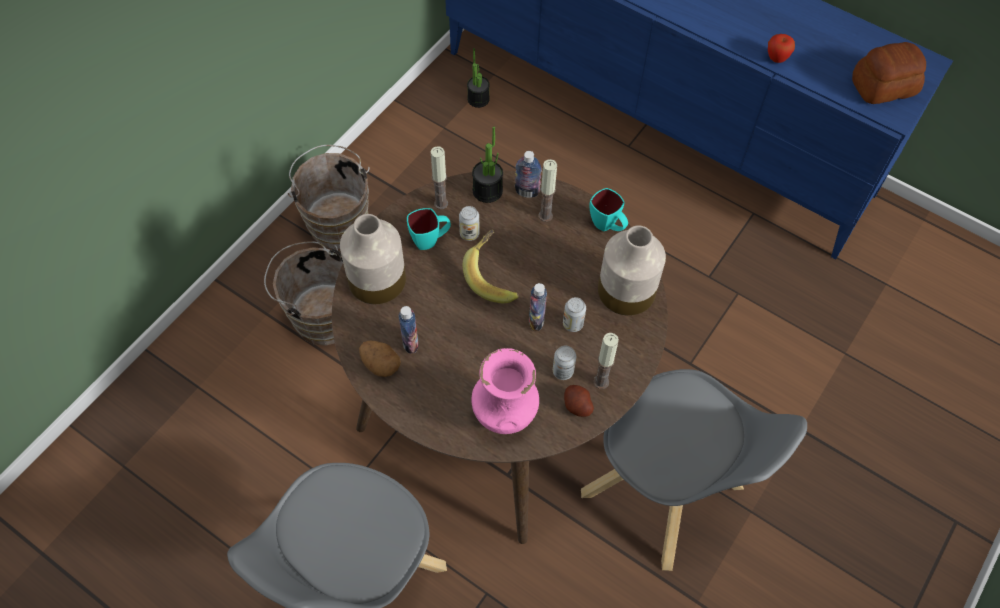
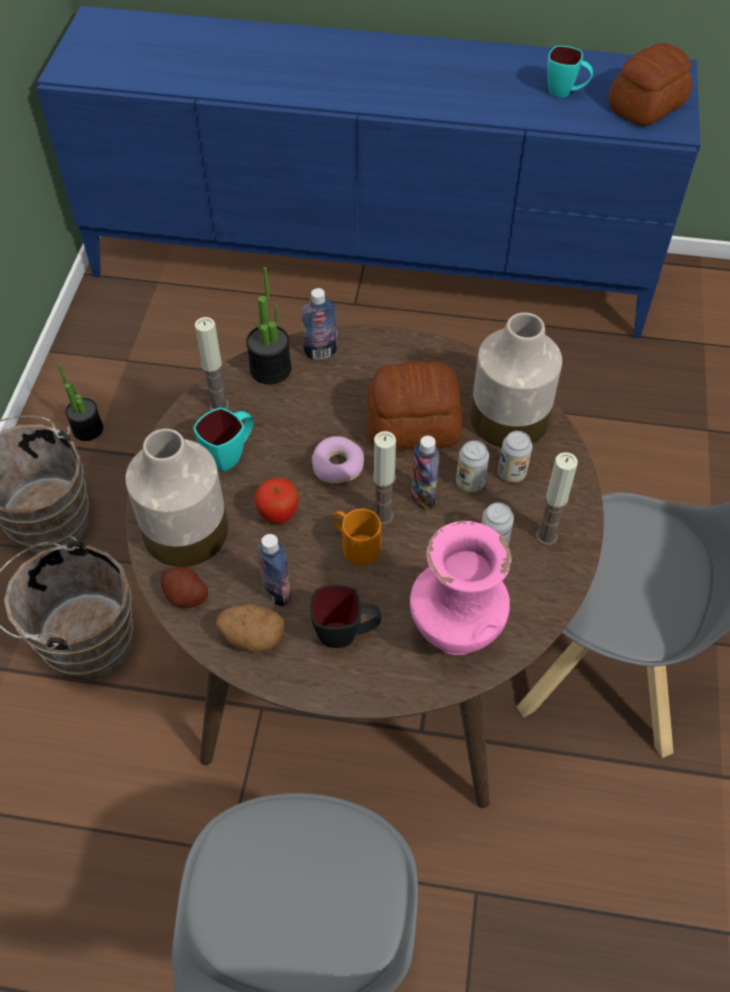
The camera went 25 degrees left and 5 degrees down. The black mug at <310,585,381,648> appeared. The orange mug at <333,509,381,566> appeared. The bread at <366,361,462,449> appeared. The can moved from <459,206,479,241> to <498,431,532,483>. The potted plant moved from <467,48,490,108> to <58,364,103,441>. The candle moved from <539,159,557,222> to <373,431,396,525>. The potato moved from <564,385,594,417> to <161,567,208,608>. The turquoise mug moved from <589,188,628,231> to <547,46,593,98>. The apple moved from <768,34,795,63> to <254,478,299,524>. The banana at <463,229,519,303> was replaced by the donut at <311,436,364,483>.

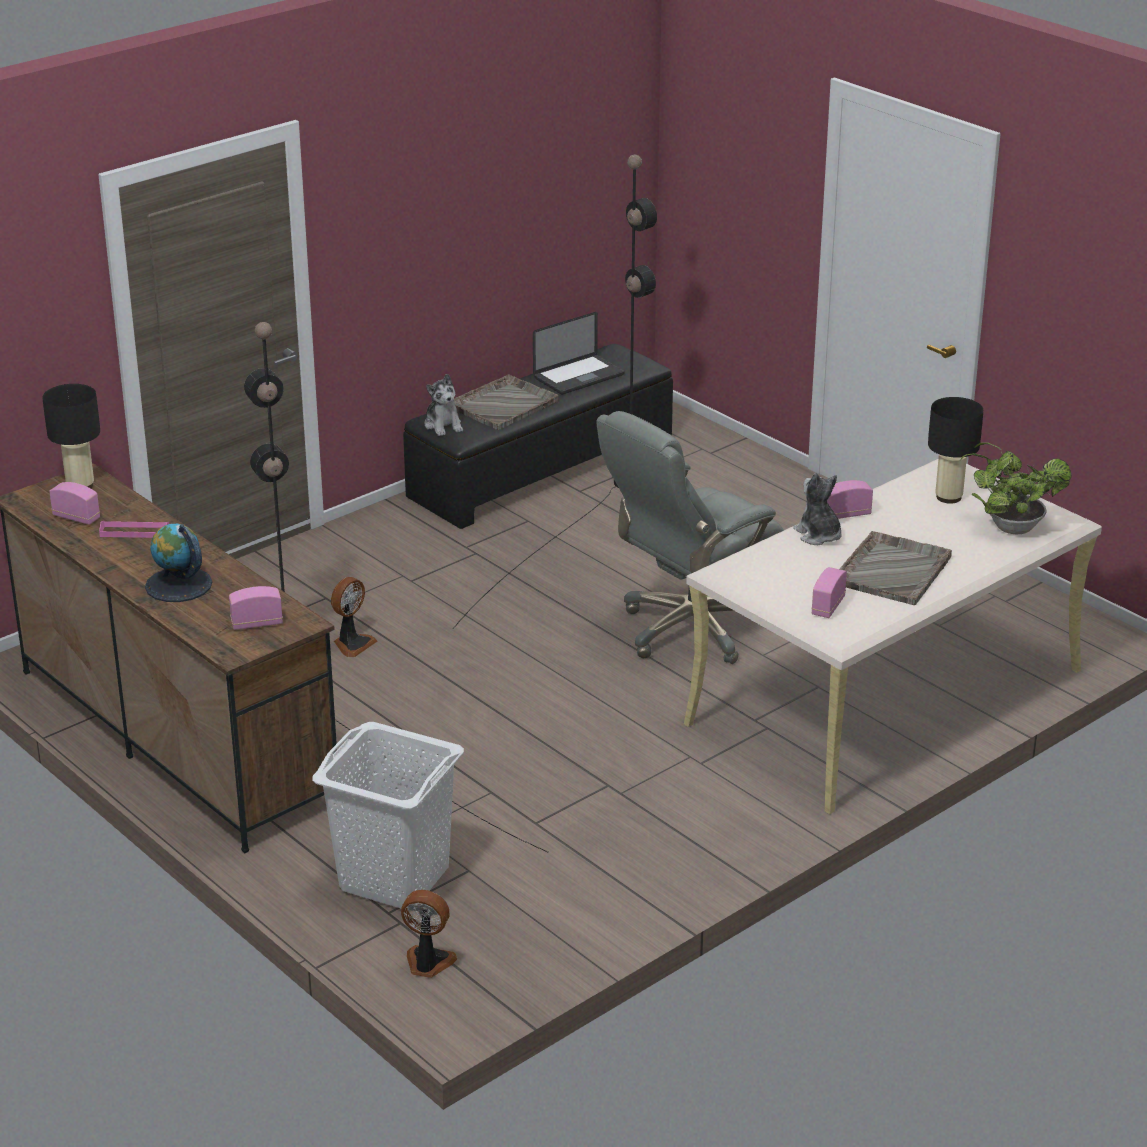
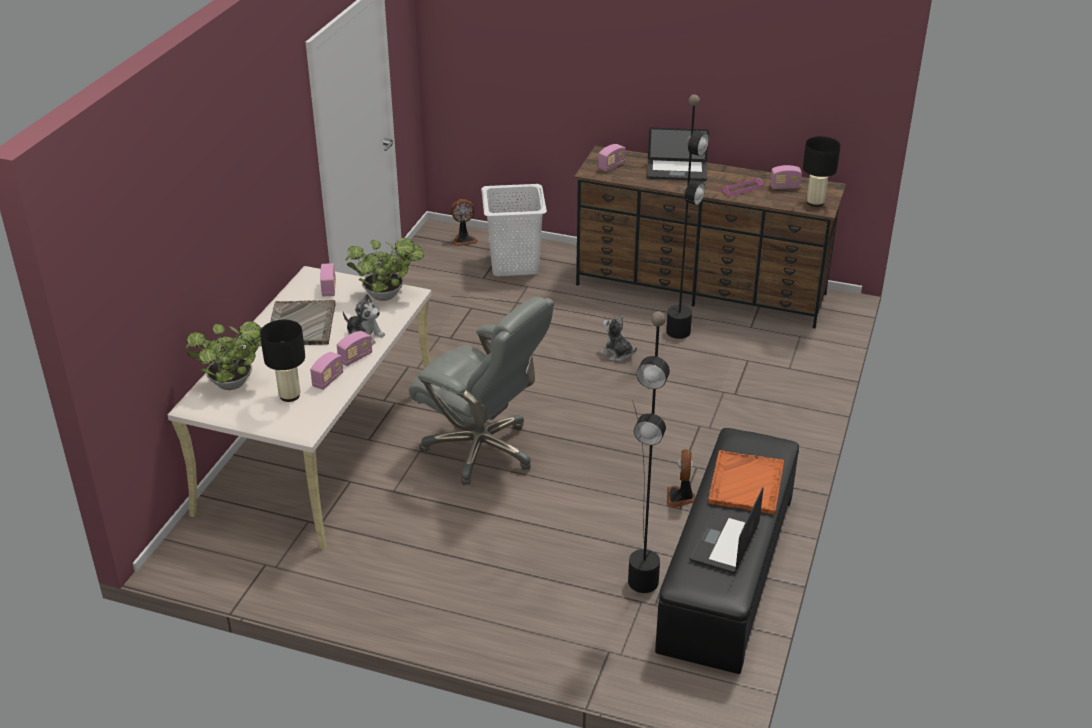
The camera went 150 degrees right and 5 degrees up. The radio at <310,352,343,390> appeared. The potted plant at <346,238,424,301> appeared. The fan moved from <331,577,377,657> to <667,449,695,508>. The plush toy moved from <425,374,463,436> to <600,315,637,362>. The globe at <145,523,212,602> was replaced by the laptop at <647,128,709,181>. The grey tray at <454,374,559,430> became the orange tray at <708,450,784,515>. The grey office chair at <596,411,784,664> turned 105 degrees clockwise.

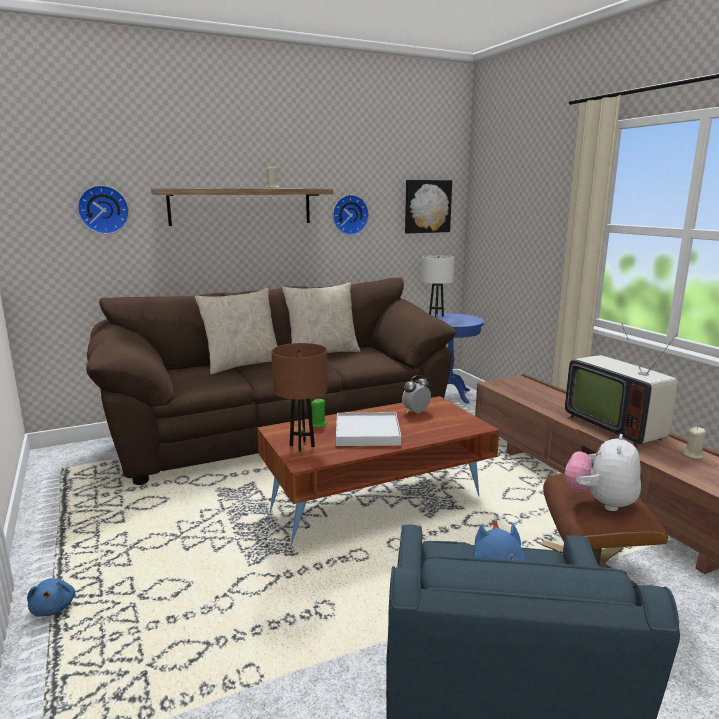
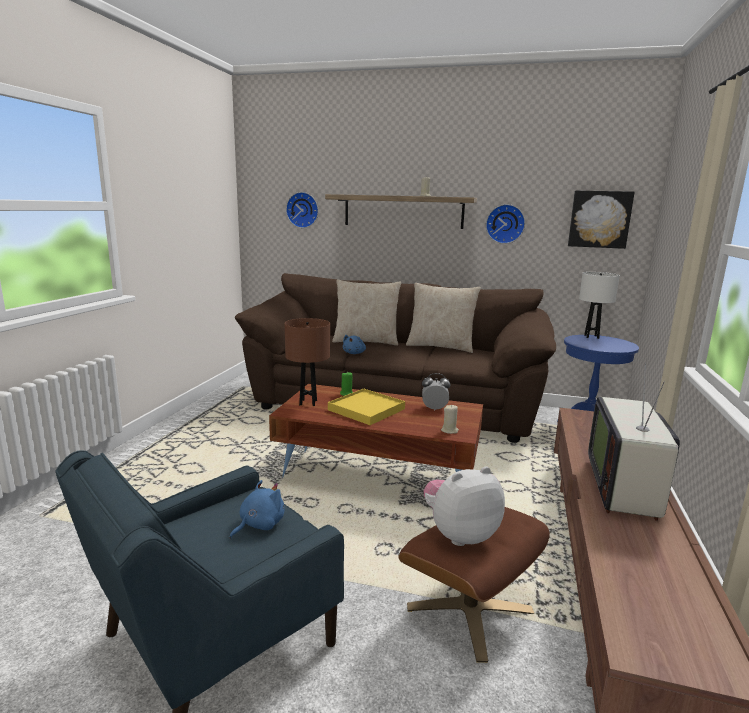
The camera went 40 degrees right and 0 degrees up. The blue plush toy moved from <27,578,75,617> to <343,335,366,354>. The beige candle moved from <683,427,706,459> to <441,404,459,434>. The white tray at <336,412,401,446> became the yellow tray at <328,389,405,425>.

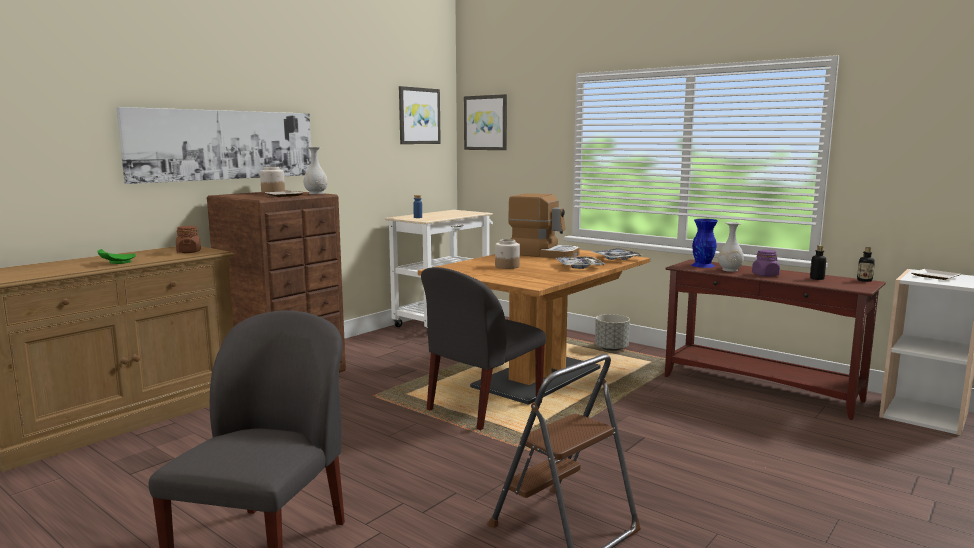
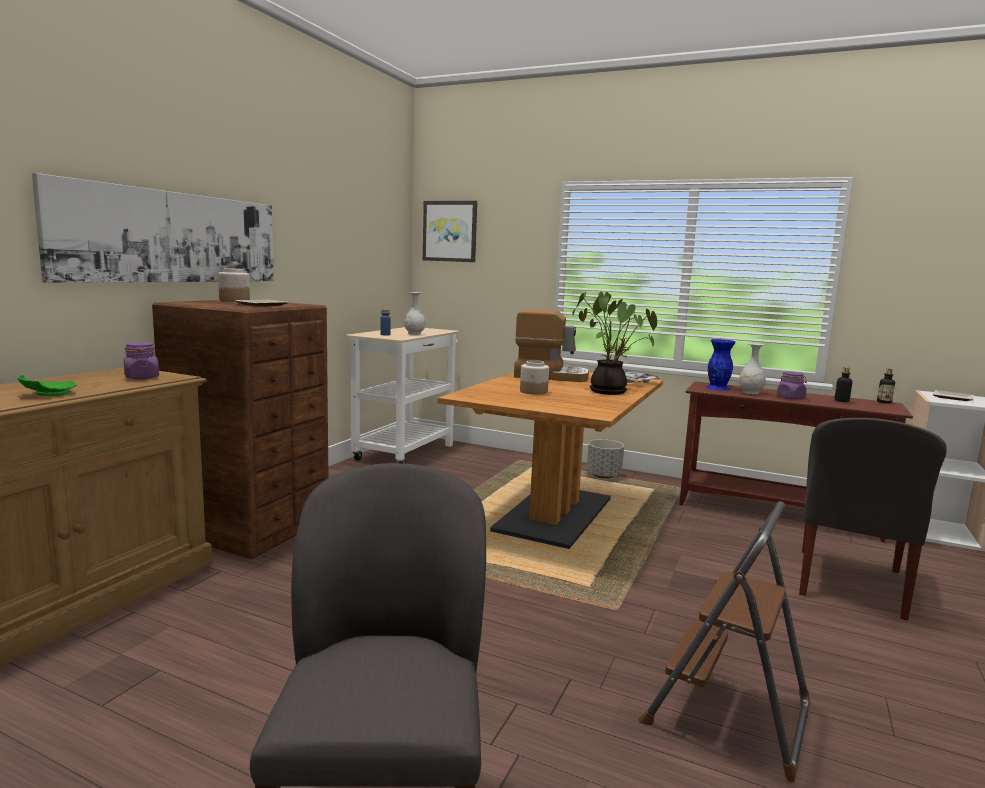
The camera went 15 degrees left and 0 degrees up. The picture at <399,86,441,144> disappeared. The white vase moved from <303,147,328,194> to <404,292,426,335>. The grey chair moved from <421,267,546,430> to <799,418,947,621>. The tray at <556,256,606,269> was replaced by the potted plant at <572,292,657,395>. The brown jar at <176,226,201,253> became the purple jar at <124,342,159,379>.

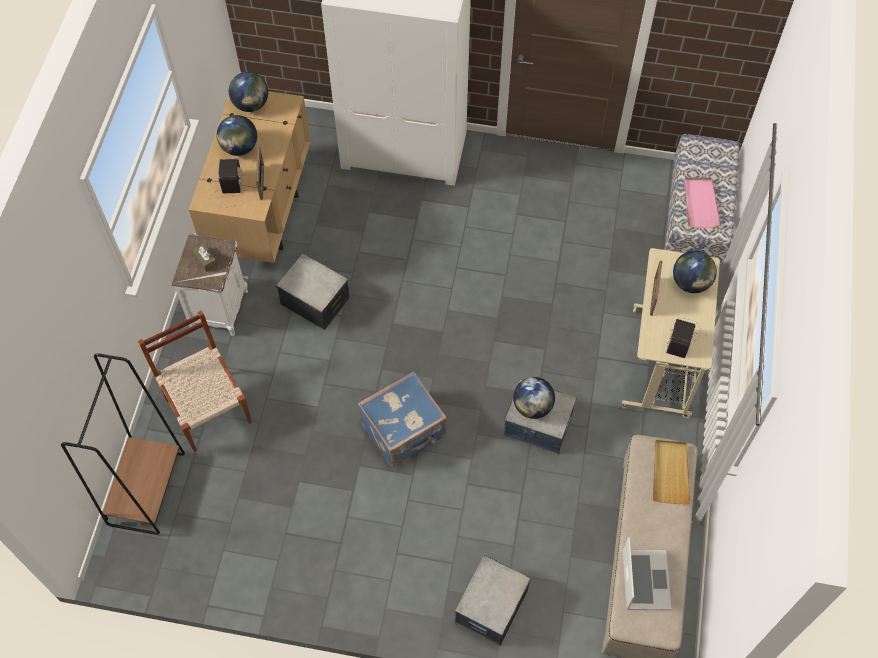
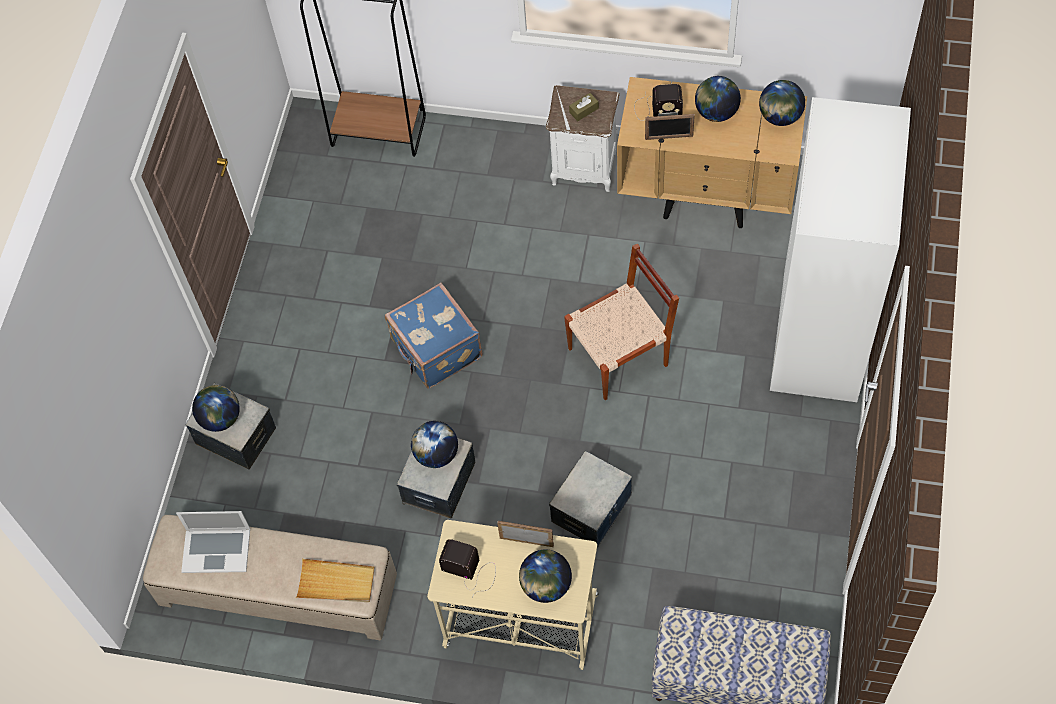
The camera went 95 degrees right and 0 degrees up. The pink tray at <684,178,721,228> disappeared. The globe at <192,385,240,432> appeared. The chair moved from <138,310,252,452> to <564,244,679,400>. The storage box moved from <276,254,350,330> to <549,451,632,547>.

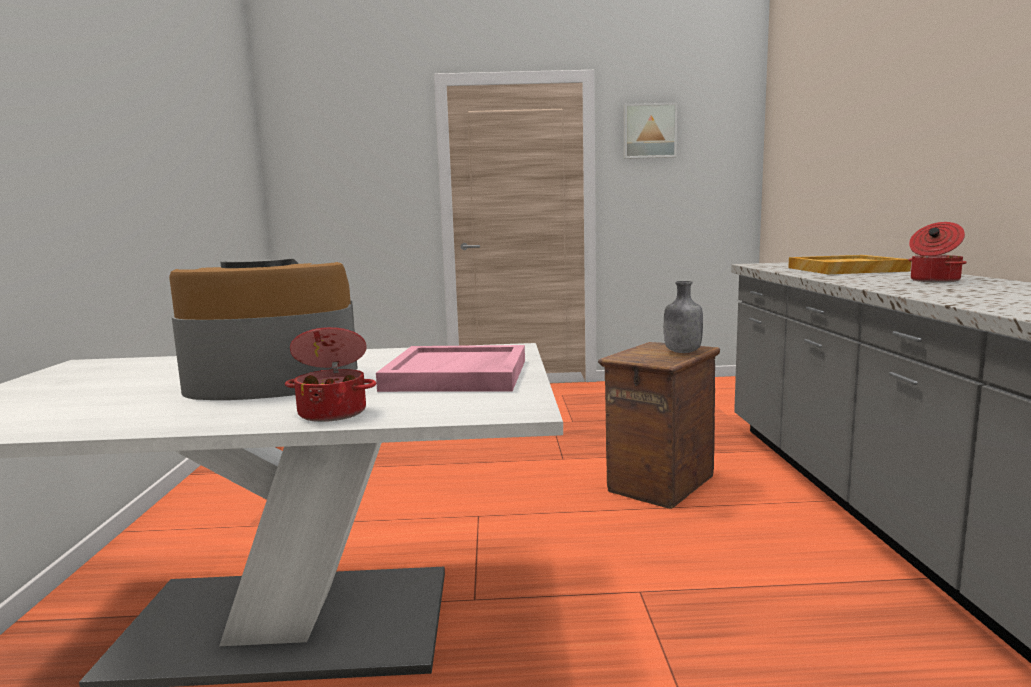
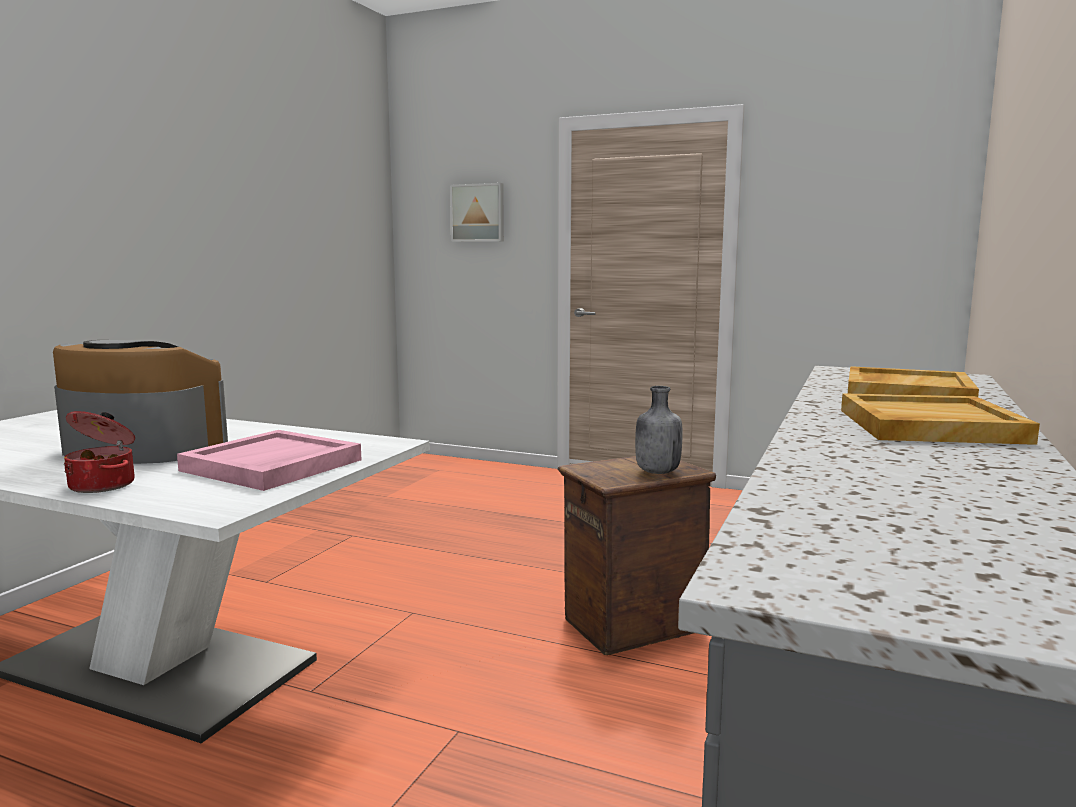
The camera went 25 degrees right and 0 degrees up. The picture moved from <624,103,677,159> to <450,183,504,242>. The cooking pot at <909,222,967,282> was replaced by the beige tray at <841,393,1040,445>.

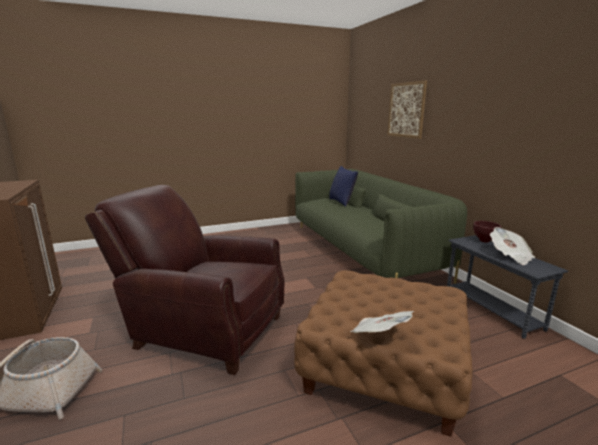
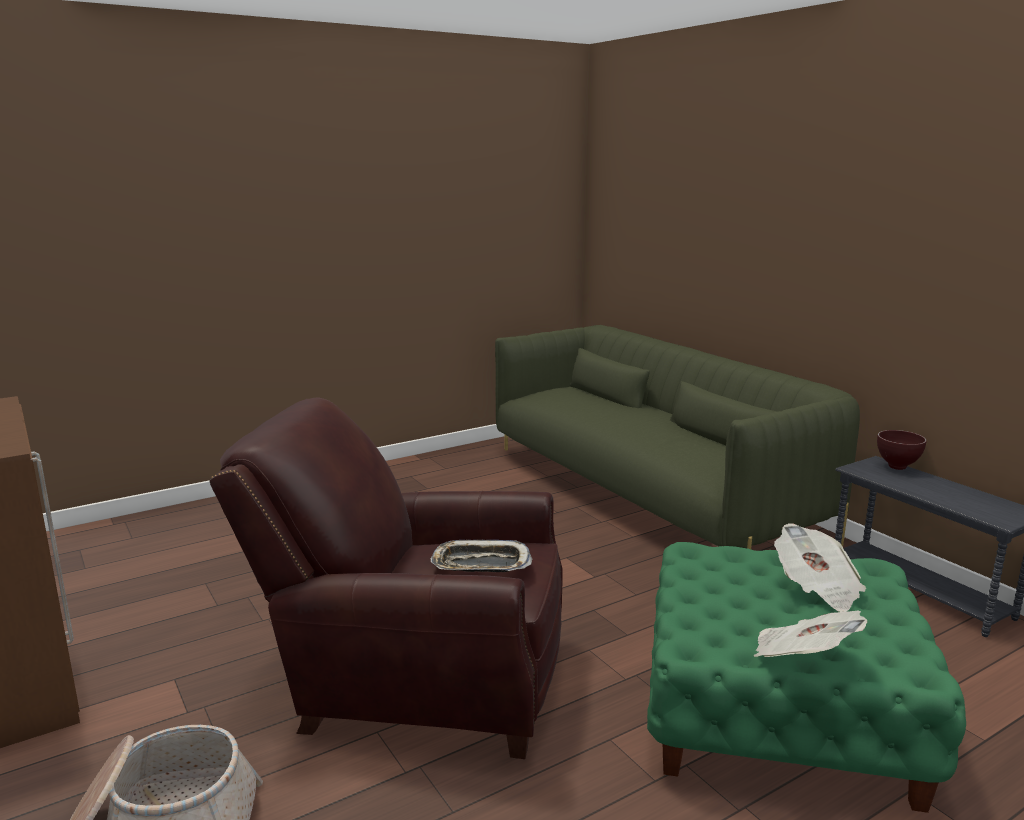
The camera went 10 degrees left and 0 degrees up. The blue pillow at <330,166,358,207> disappeared. The picture at <387,81,427,139> disappeared. The tray at <430,540,532,572> appeared. The newspaper moved from <490,227,535,265> to <774,523,866,612>. The brown ottoman at <294,270,472,437> became the green ottoman at <647,542,966,813>.

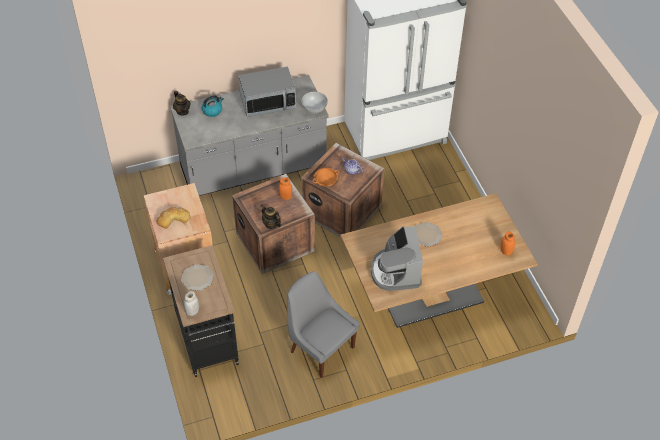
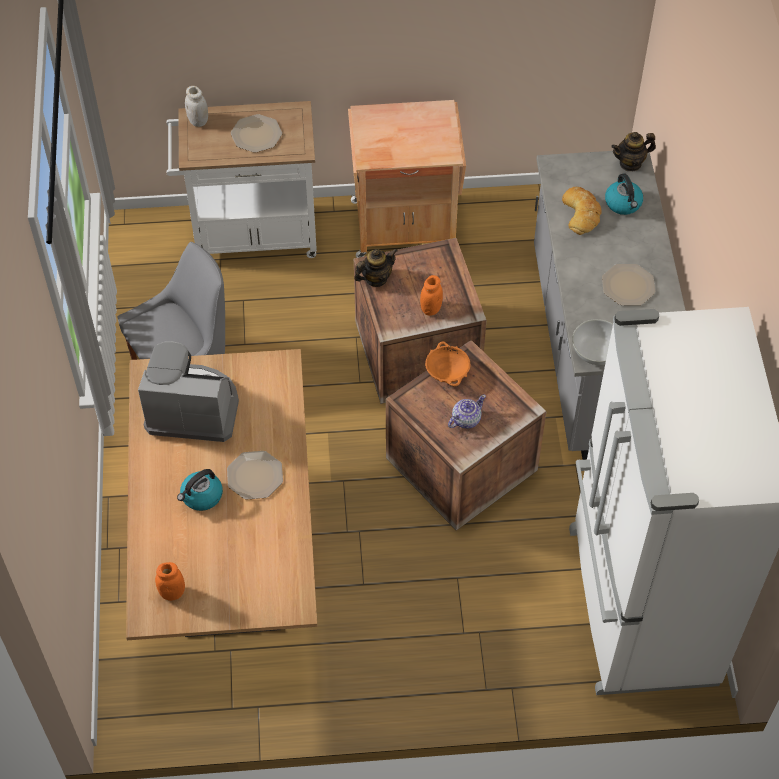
The camera went 105 degrees right and 5 degrees up. The kettle at <177,469,223,511> appeared. The bread moved from <156,207,191,229> to <562,187,601,235>. The microwave at <239,67,296,117> was replaced by the plate at <602,264,655,305>. The black cart at <163,245,239,377> became the white cart at <166,101,317,258>.

